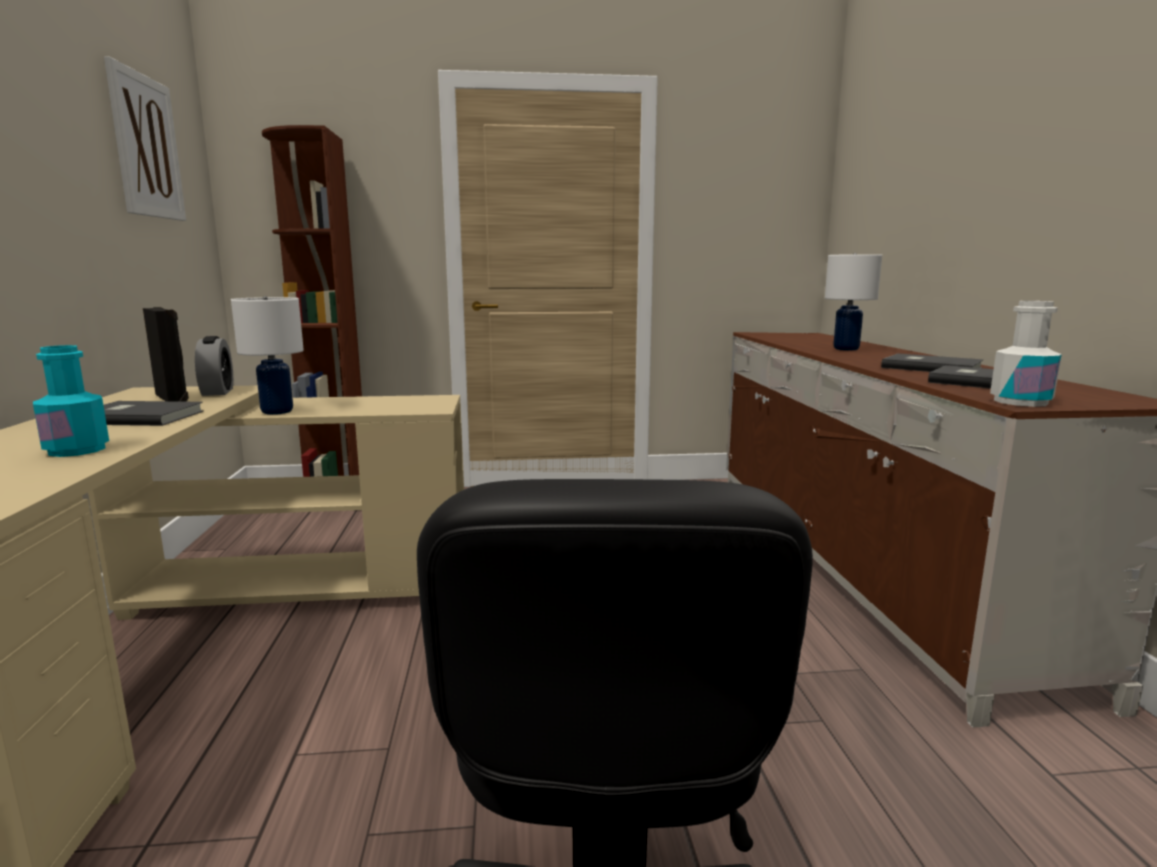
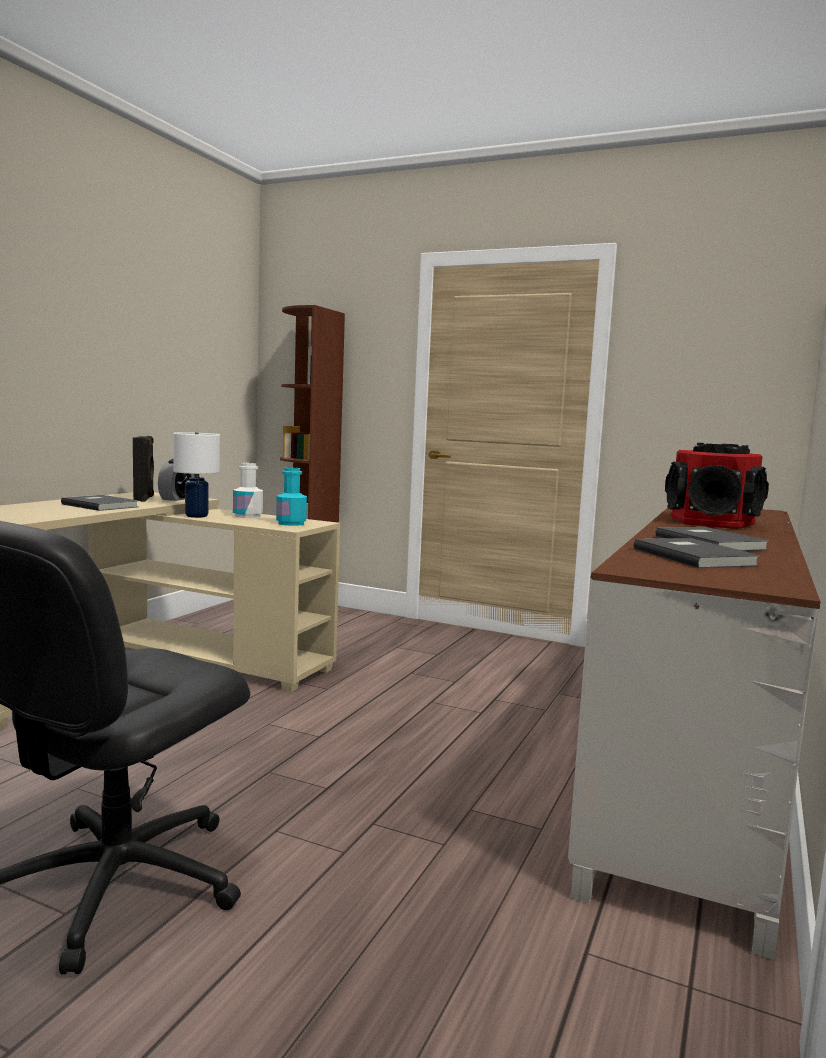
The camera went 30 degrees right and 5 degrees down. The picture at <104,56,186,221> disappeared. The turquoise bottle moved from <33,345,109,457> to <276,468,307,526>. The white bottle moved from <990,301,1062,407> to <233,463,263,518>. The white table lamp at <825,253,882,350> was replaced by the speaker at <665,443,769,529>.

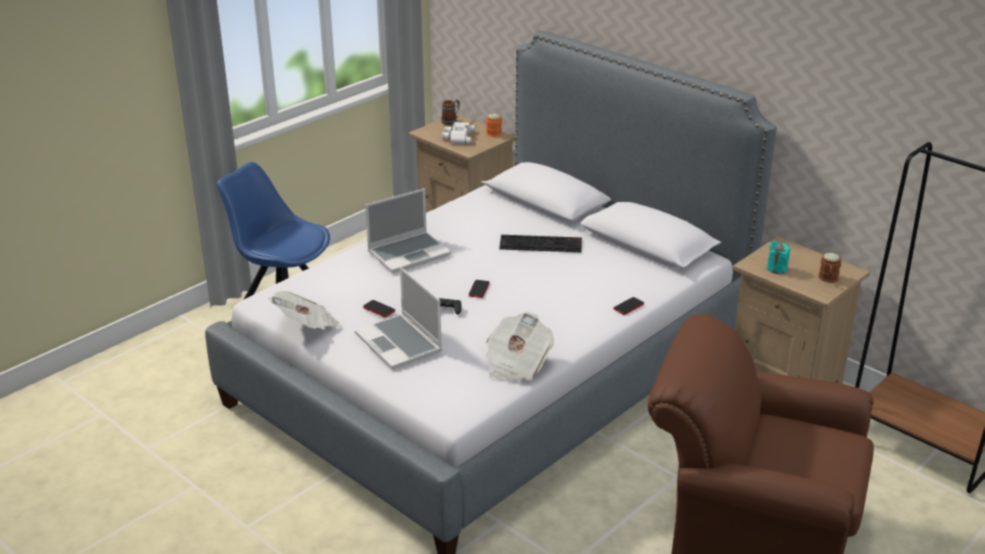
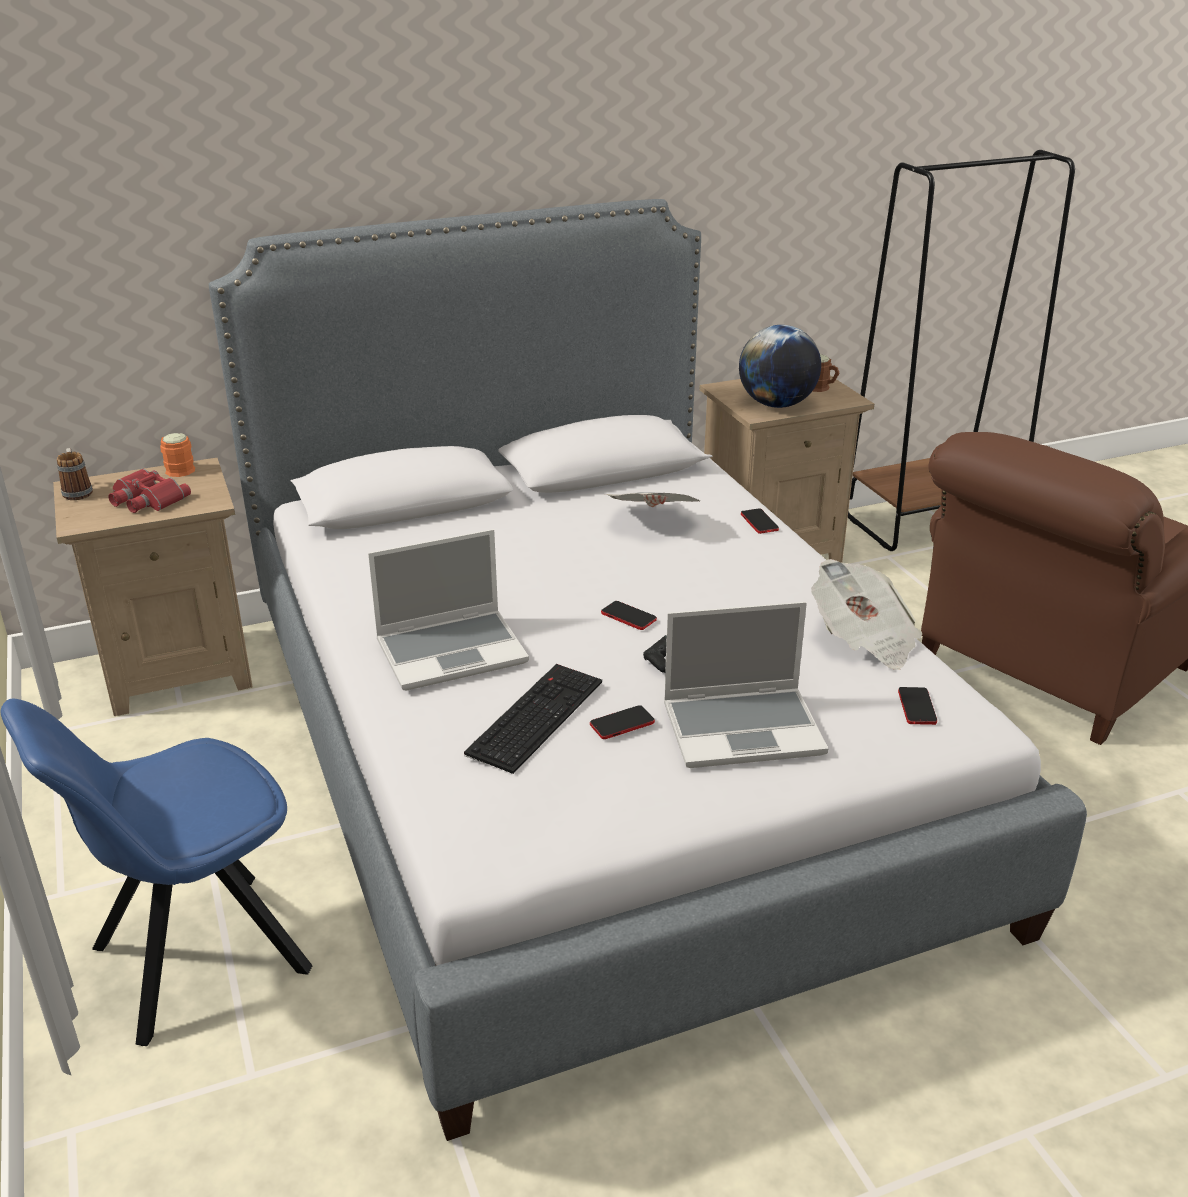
The camera went 65 degrees left and 0 degrees up. The phone at <898,687,937,725> appeared. The newspaper moved from <268,291,343,330> to <606,492,700,507>. The keyboard moved from <499,235,582,252> to <464,664,602,774>. The turquoise candle at <767,241,790,274> was replaced by the globe at <739,325,821,408>. The white binoculars at <442,122,476,144> became the red binoculars at <109,469,191,513>. The laptop at <365,188,451,273> turned 75 degrees clockwise.

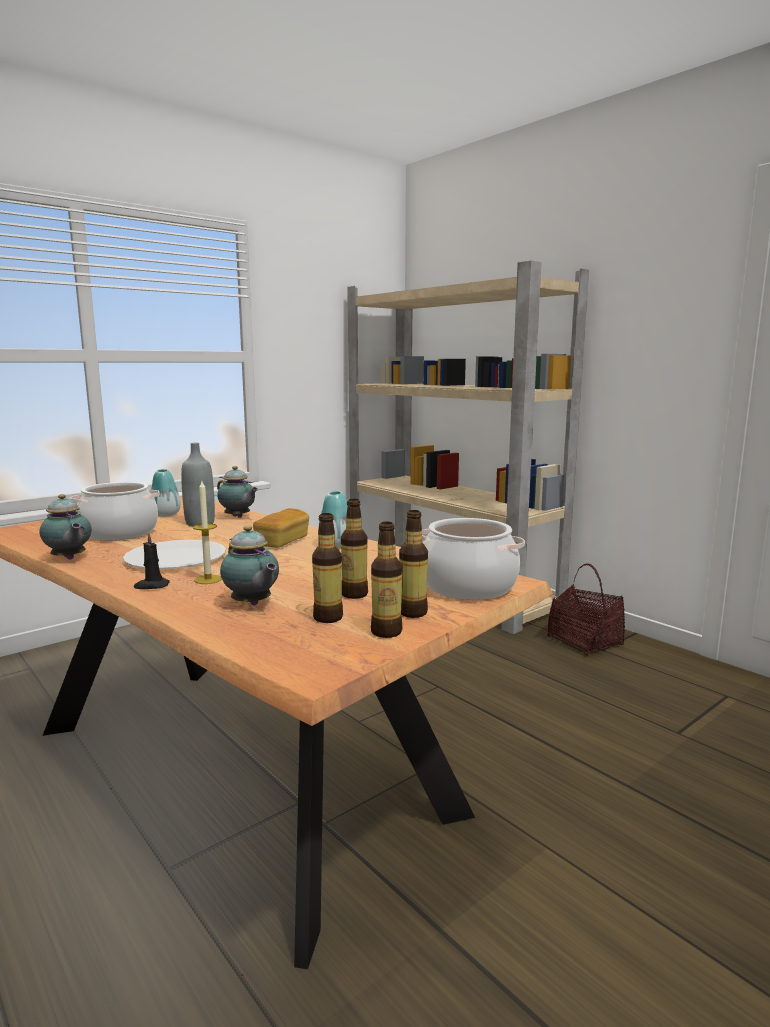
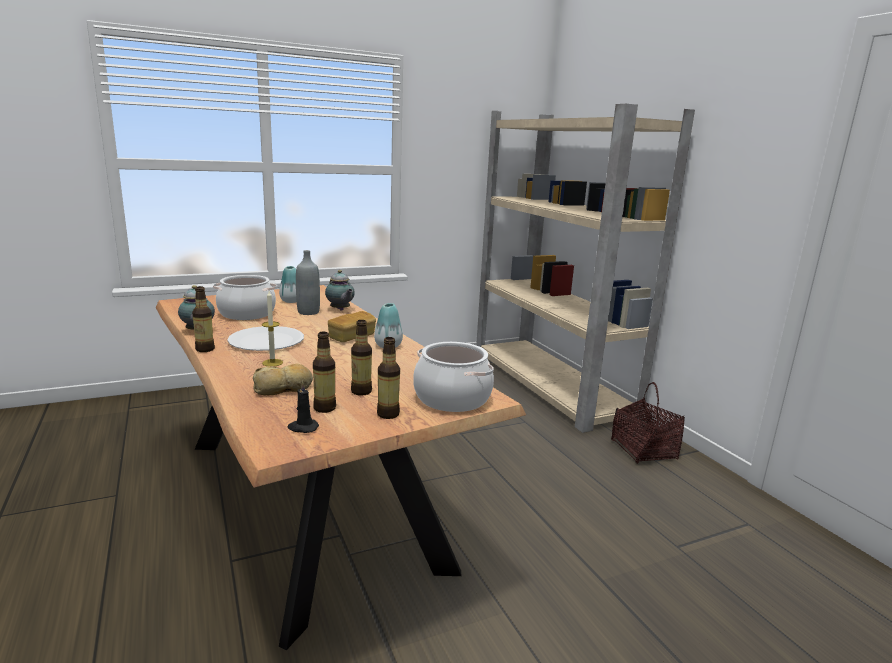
The camera went 15 degrees right and 5 degrees up. The black candle moved from <134,532,170,589> to <288,381,319,433>. The bottle moved from <371,522,402,638> to <192,286,215,352>. The teapot at <220,525,279,606> was replaced by the bread at <253,364,313,395>.

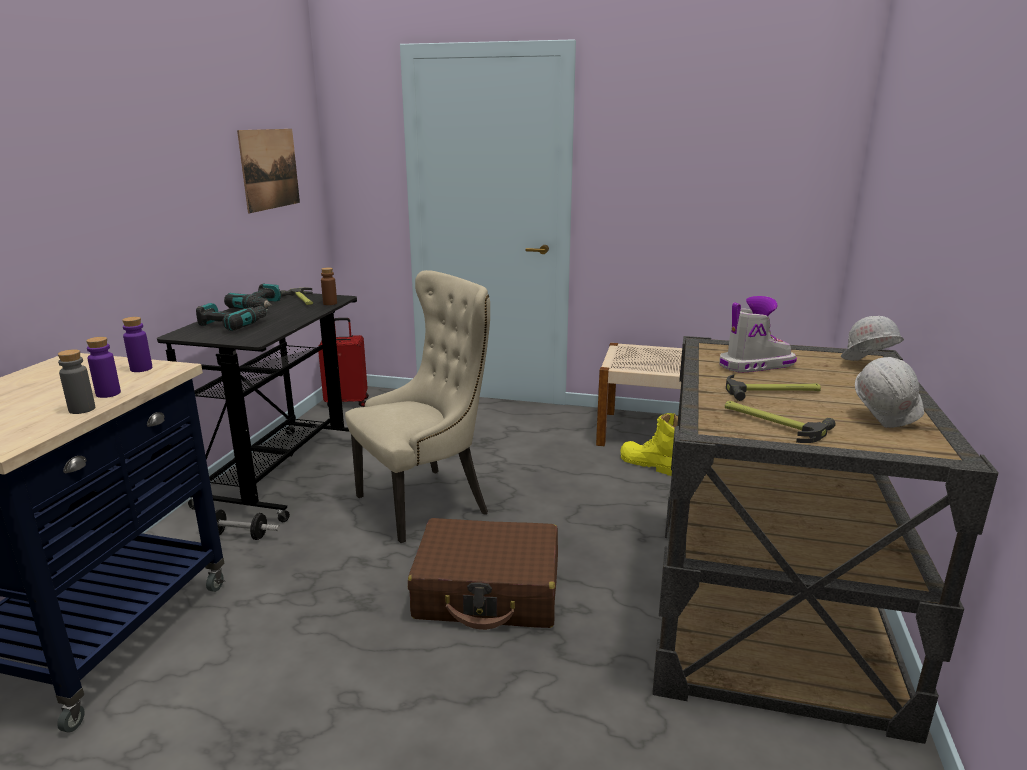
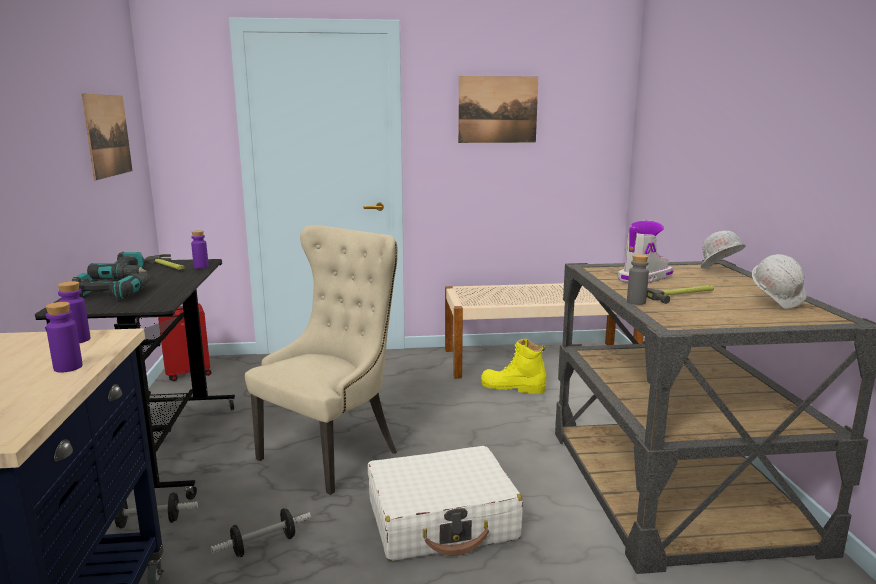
The camera went 20 degrees left and 5 degrees down. The hammer at <725,401,836,443> disappeared. The dumbbell at <211,508,311,557> appeared. The picture at <458,76,538,143> appeared. The grey bottle moved from <58,349,95,414> to <627,254,649,305>. The brown bottle at <321,267,337,305> became the purple bottle at <191,230,209,269>. The brown suitcase at <408,518,558,630> became the white suitcase at <368,446,523,561>.

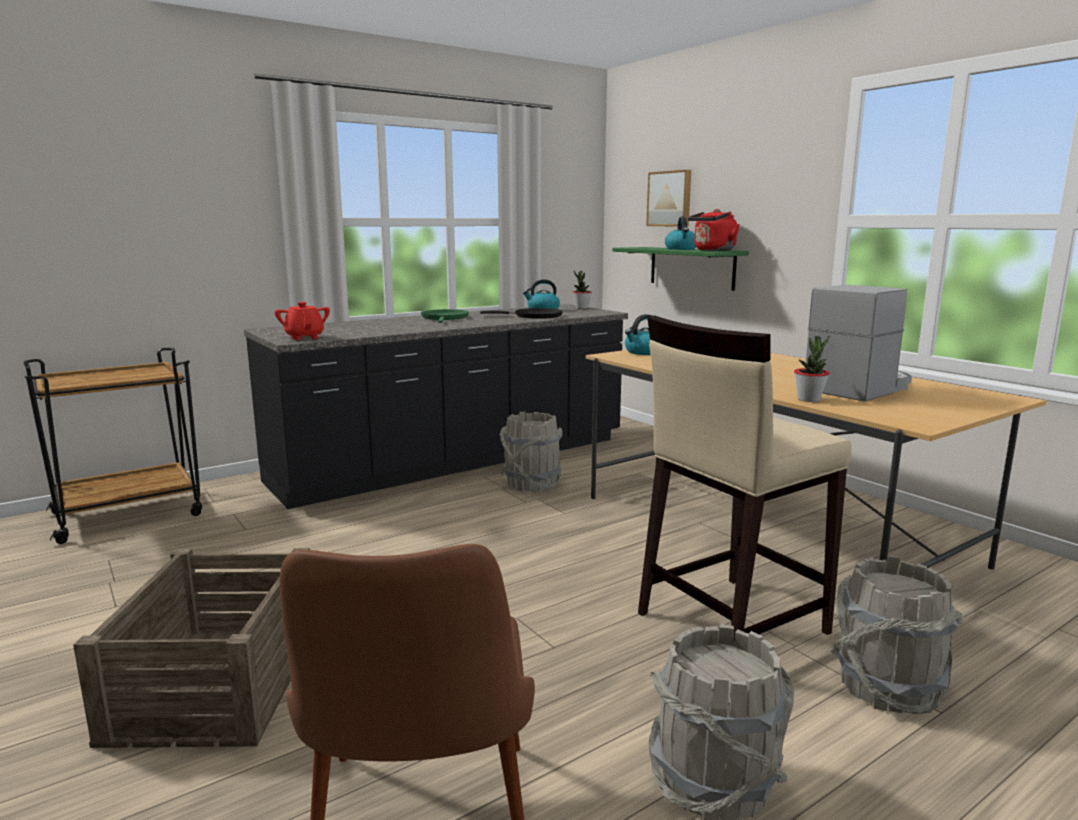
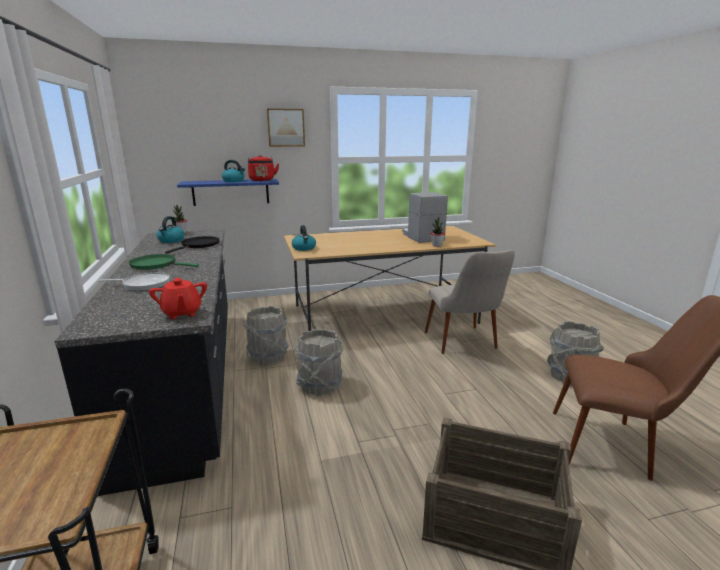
The camera went 70 degrees left and 5 degrees up. The frying pan at <98,273,170,291> appeared. The picture moved from <646,170,691,226> to <267,108,305,147>. The grey bucket moved from <830,556,964,714> to <294,329,344,396>. The beige stool at <638,315,851,641> was replaced by the beige chair at <425,250,515,354>. The green shelf at <612,247,749,291> became the blue shelf at <177,179,279,206>. The red teapot at <275,302,330,340> turned 105 degrees counterclockwise.

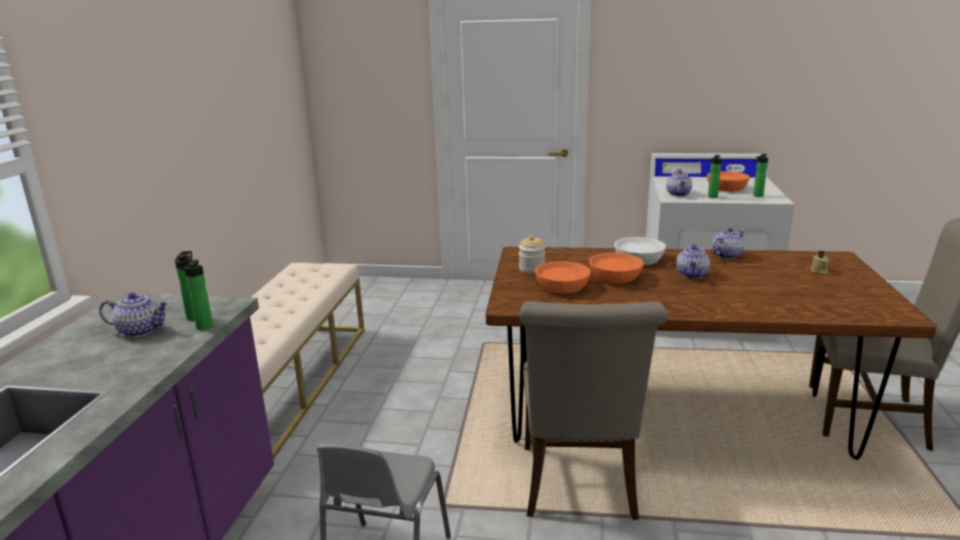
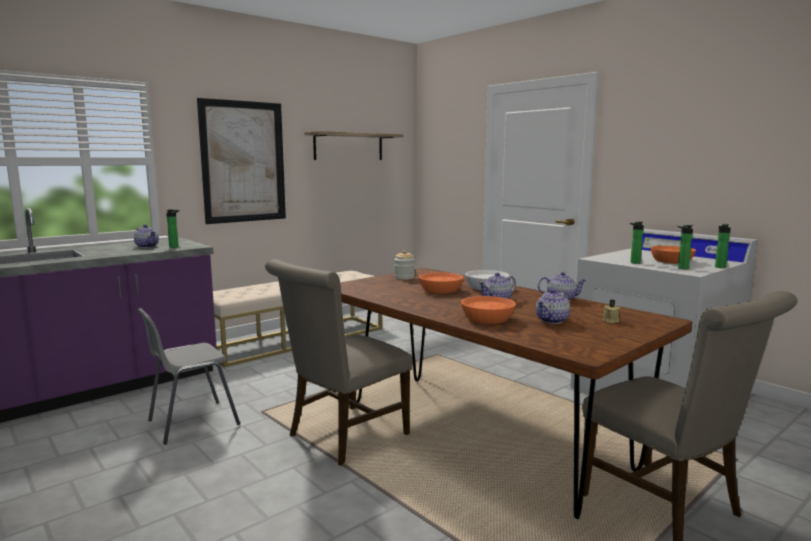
The camera went 40 degrees right and 10 degrees down. The picture at <197,98,286,224> appeared. The shelf at <304,131,404,160> appeared. The bottle moved from <181,259,213,330> to <715,224,731,268>. The orange bowl moved from <535,261,591,294> to <461,296,516,324>. The teapot moved from <666,170,692,196> to <536,289,570,324>.

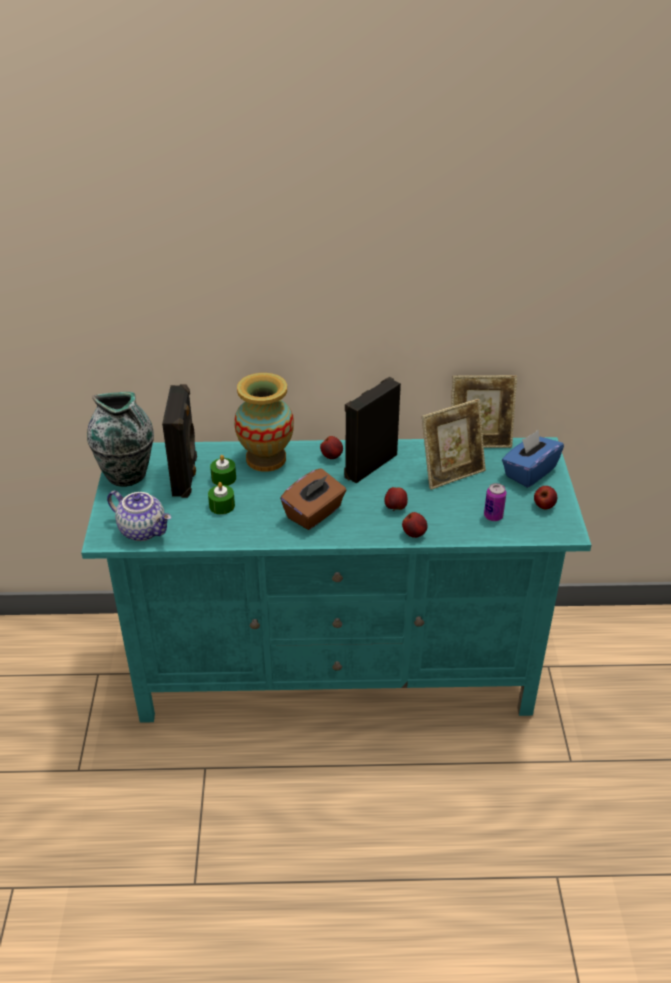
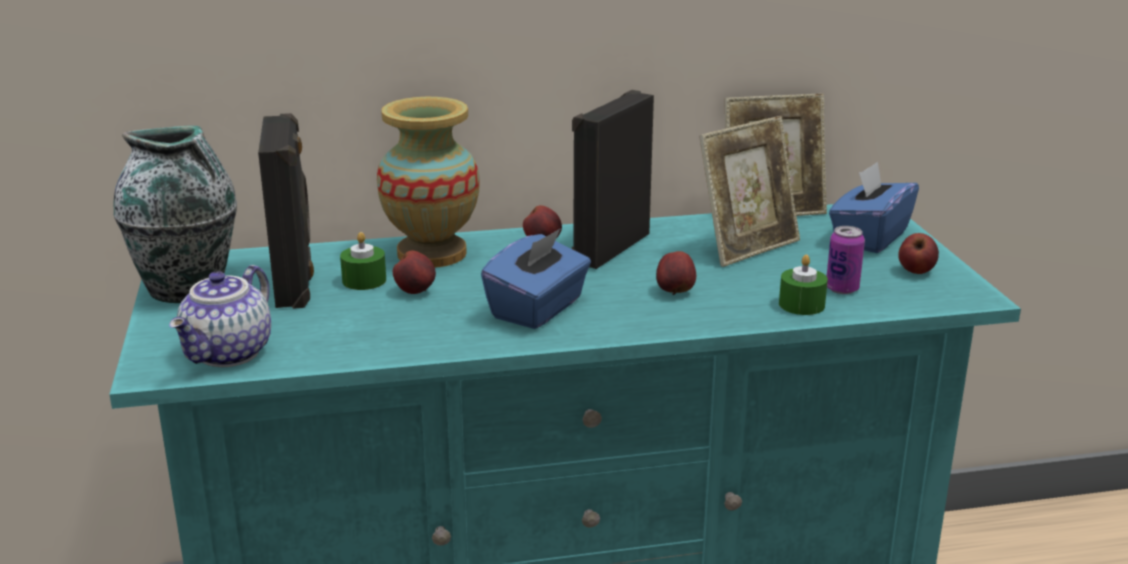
The camera went 10 degrees left and 15 degrees down. The green candle moved from <208,482,235,514> to <779,254,828,315>. The apple moved from <402,512,427,538> to <393,251,436,294>. The brown tissue box at <280,468,346,530> became the blue tissue box at <481,228,591,329>. The teapot at <107,490,171,541> turned 90 degrees clockwise.

